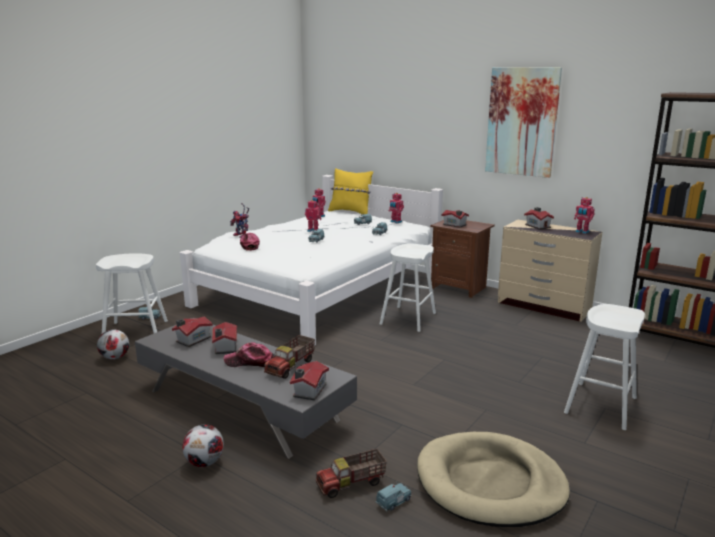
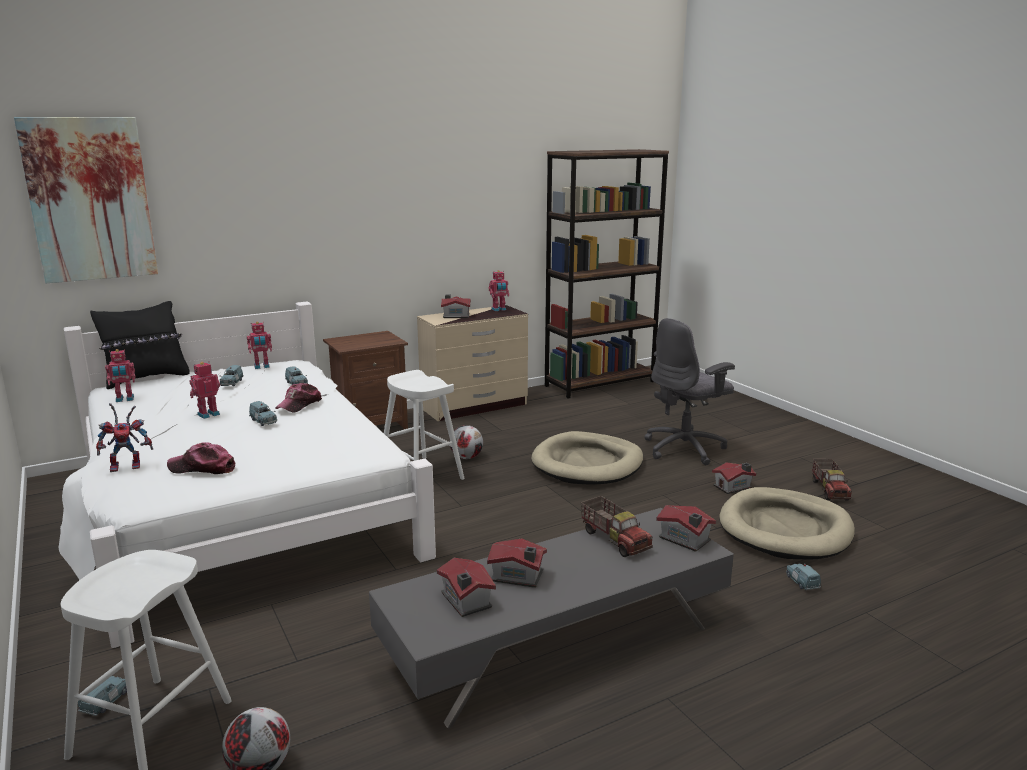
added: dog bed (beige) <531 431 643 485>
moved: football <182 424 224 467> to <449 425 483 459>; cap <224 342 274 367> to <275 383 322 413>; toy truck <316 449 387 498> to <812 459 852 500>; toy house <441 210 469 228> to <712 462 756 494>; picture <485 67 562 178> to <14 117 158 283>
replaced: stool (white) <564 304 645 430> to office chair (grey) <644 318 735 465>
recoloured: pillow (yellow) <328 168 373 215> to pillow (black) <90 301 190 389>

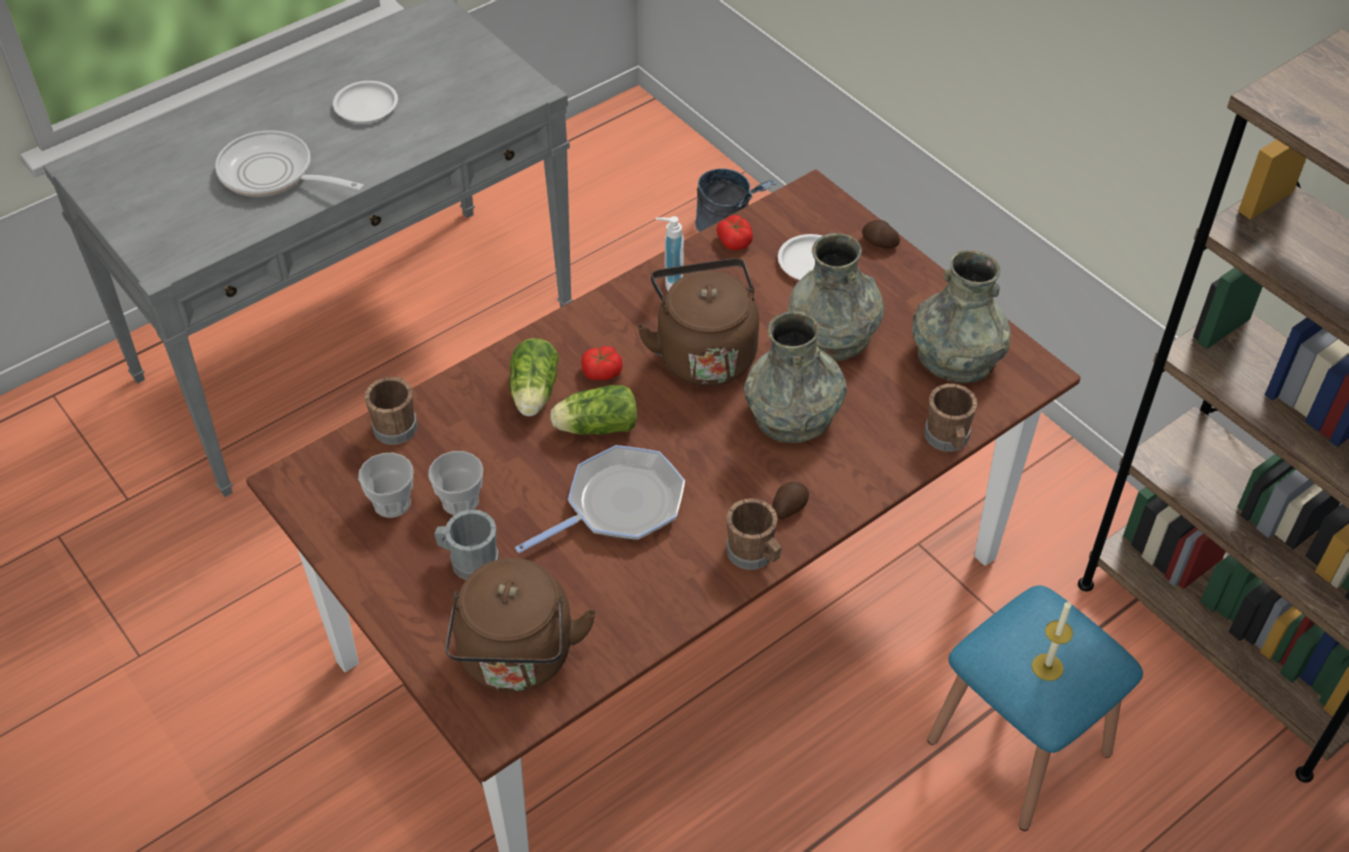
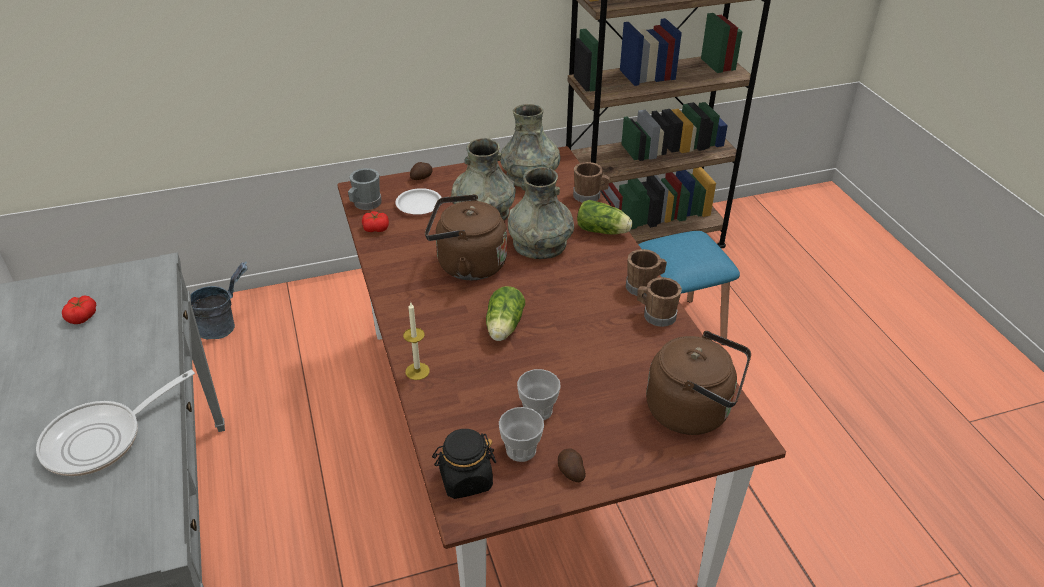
removed: plate (white) <333 81 398 122>; frying pan <515 445 685 553>; soap dispenser <656 216 684 291>
added: jar (black) <432 429 496 499>
moved: mug (brown) <365 377 417 445> to <637 277 682 327>; mug (grey) <434 510 499 580> to <348 168 382 210>; lettuce <510 338 559 416> to <577 200 632 234>; tomato <581 346 623 380> to <62 296 96 324>; potato <772 482 809 519> to <558 448 586 482>; candle <1032 600 1073 681> to <403 303 430 380>

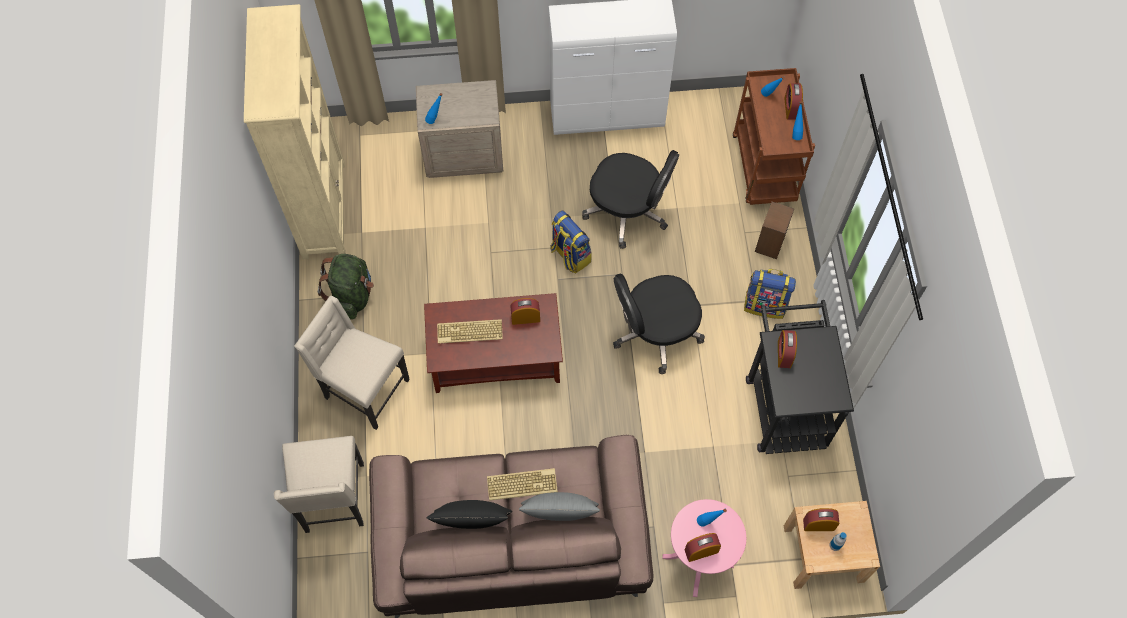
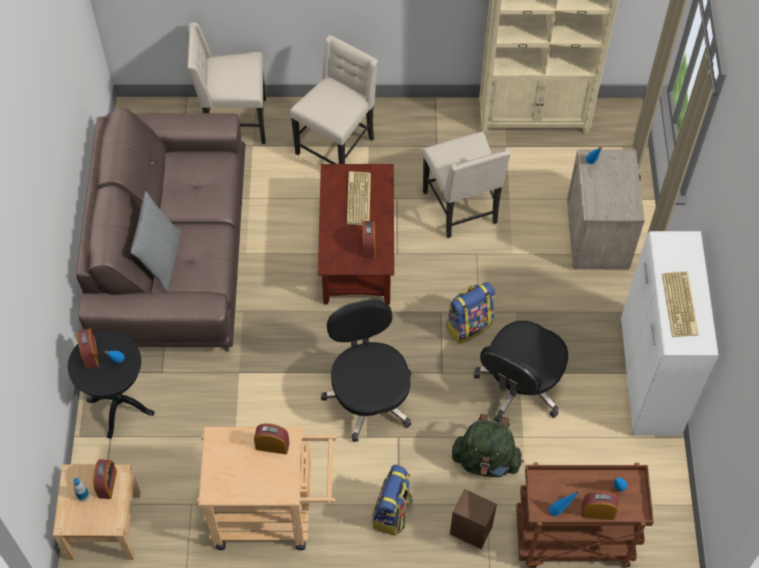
removed: pillow (black) <427 500 512 529>
added: chair (beige) <423 131 511 238>
moved: backpack (green) <318 254 374 320> to <452 414 524 477>; keyboard <487 468 558 501> to <662 271 699 337>
recoloured: side table (pink) <662 499 746 597> to side table (black) <68 331 155 439>; cart (black) <746 300 854 454> to cart (beige) <197 427 336 550>

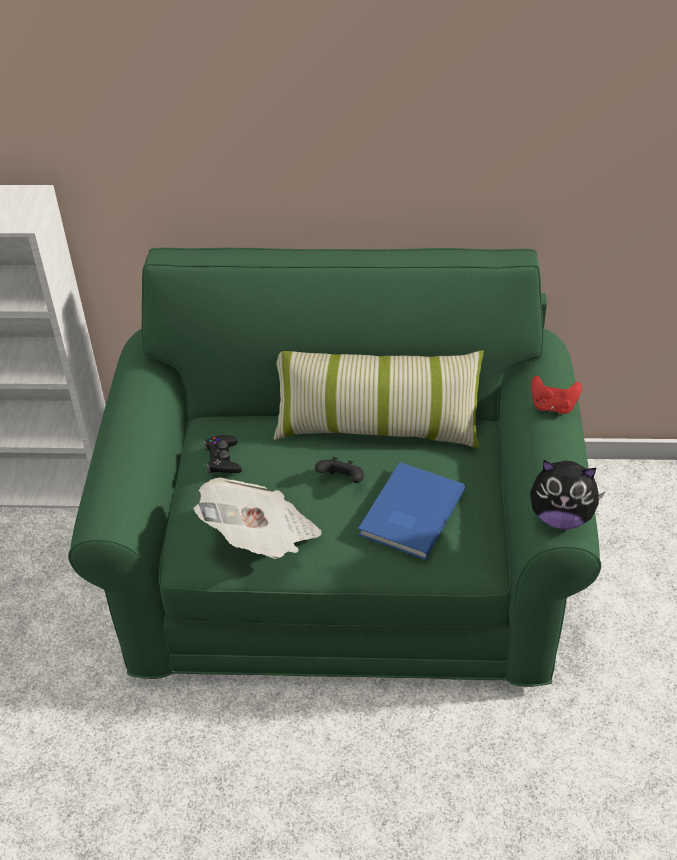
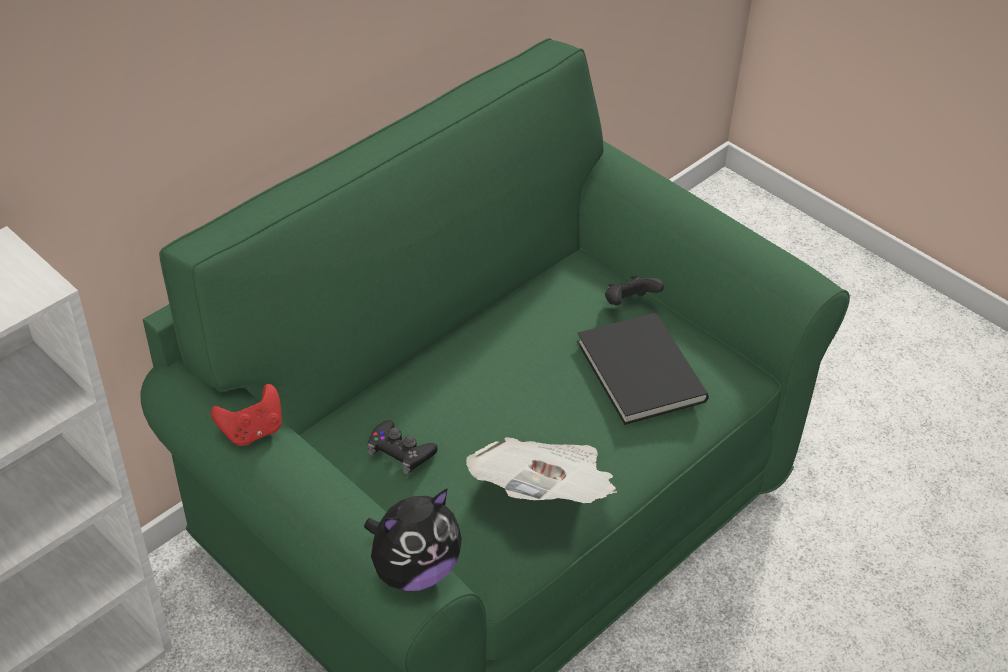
removed: pillow <274 350 484 449>
moved: game controller (black) <315 457 364 483> to <605 275 664 305>; plush toy <530 460 605 529> to <364 488 462 591>; game controller (red) <531 376 582 414> to <211 384 282 446>
recoloured: book (blue) <358 462 465 560> to book (black) <577 313 709 425>

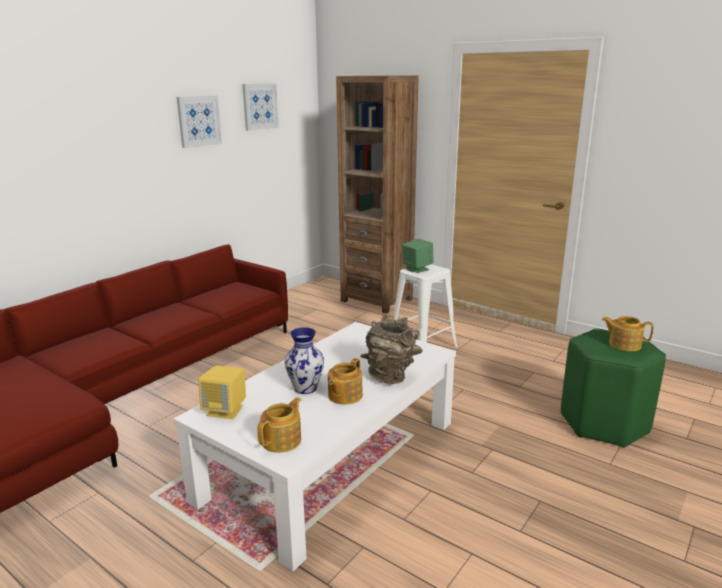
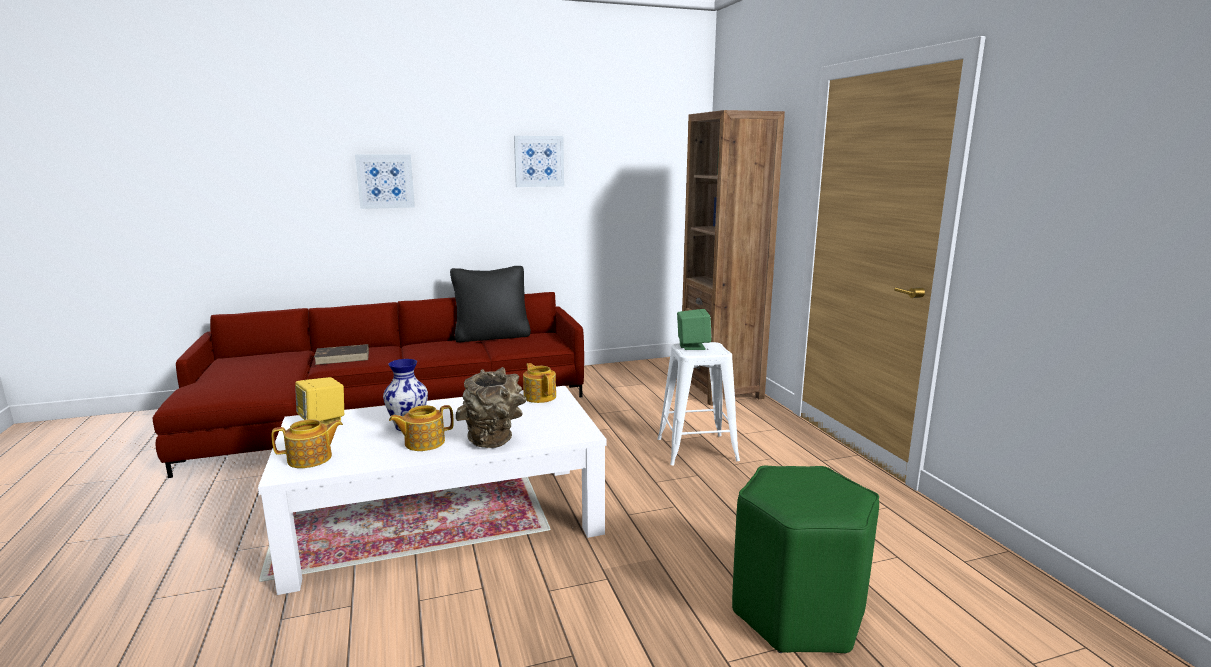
added: book (brown) <314 344 369 365>; pillow (black) <450 266 531 342>
moved: picture <242 83 279 131> to <355 154 415 209>; teapot <602 316 654 351> to <523 363 556 403>

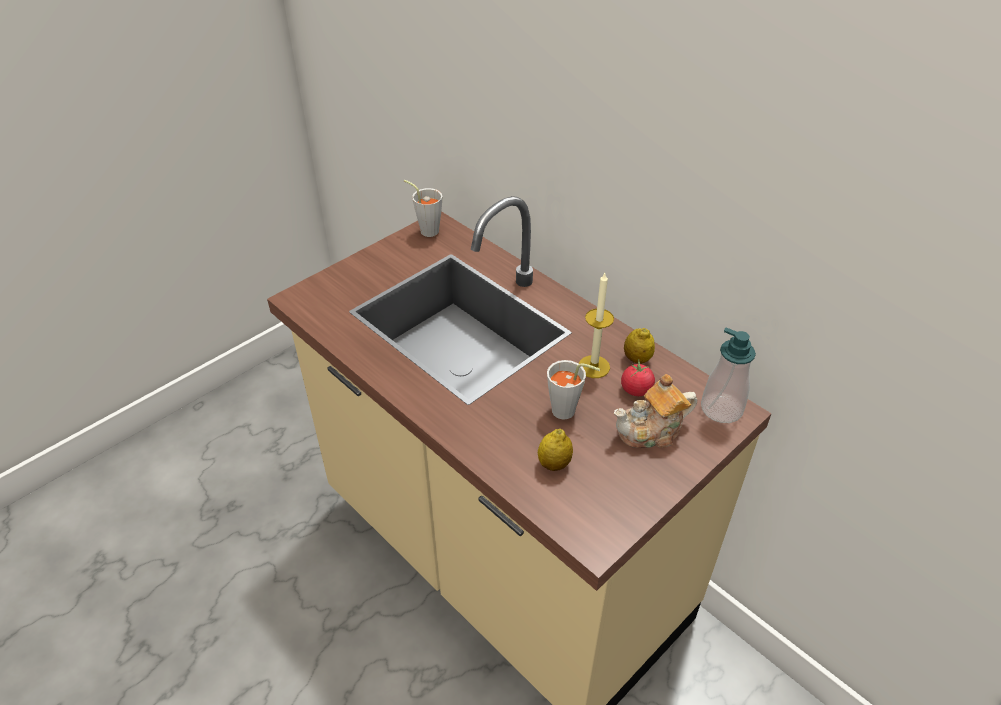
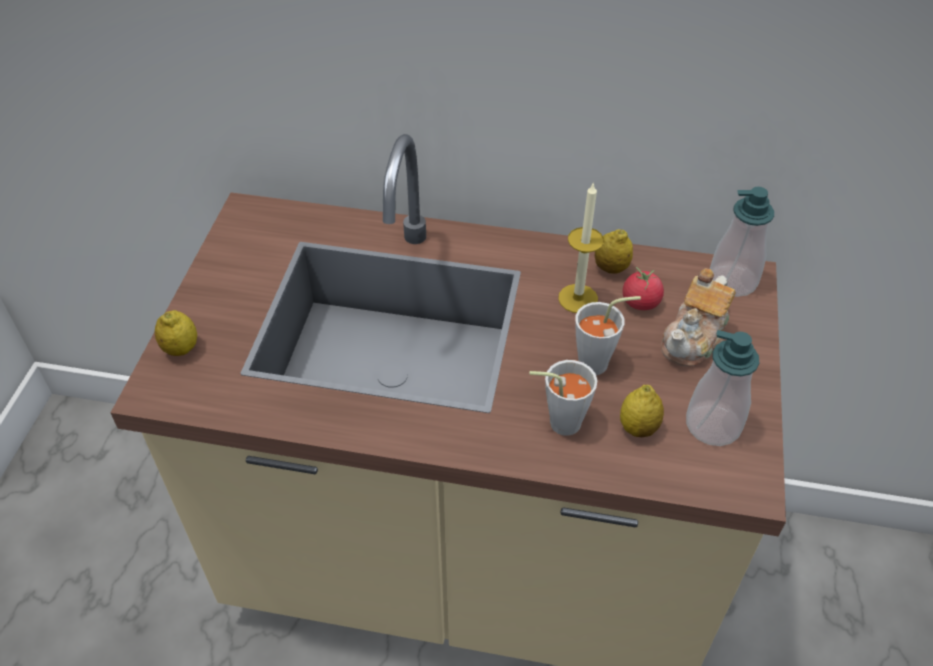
added: lemon <155 310 197 356>; soap dispenser <686 330 760 446>
moved: cup (grey) <404 180 443 237> to <530 360 598 436>

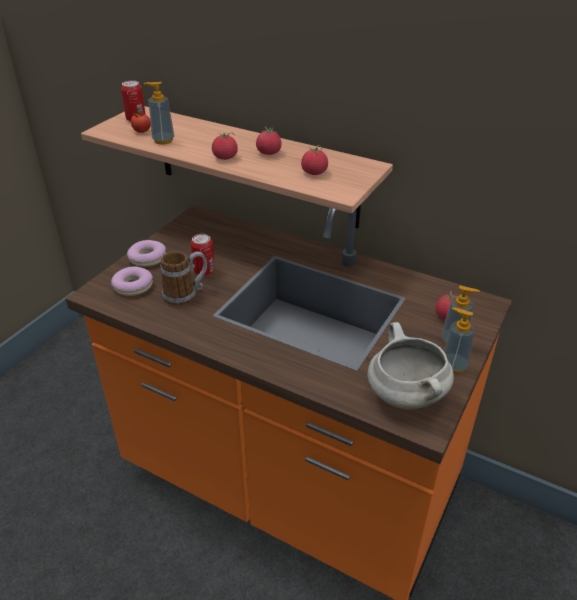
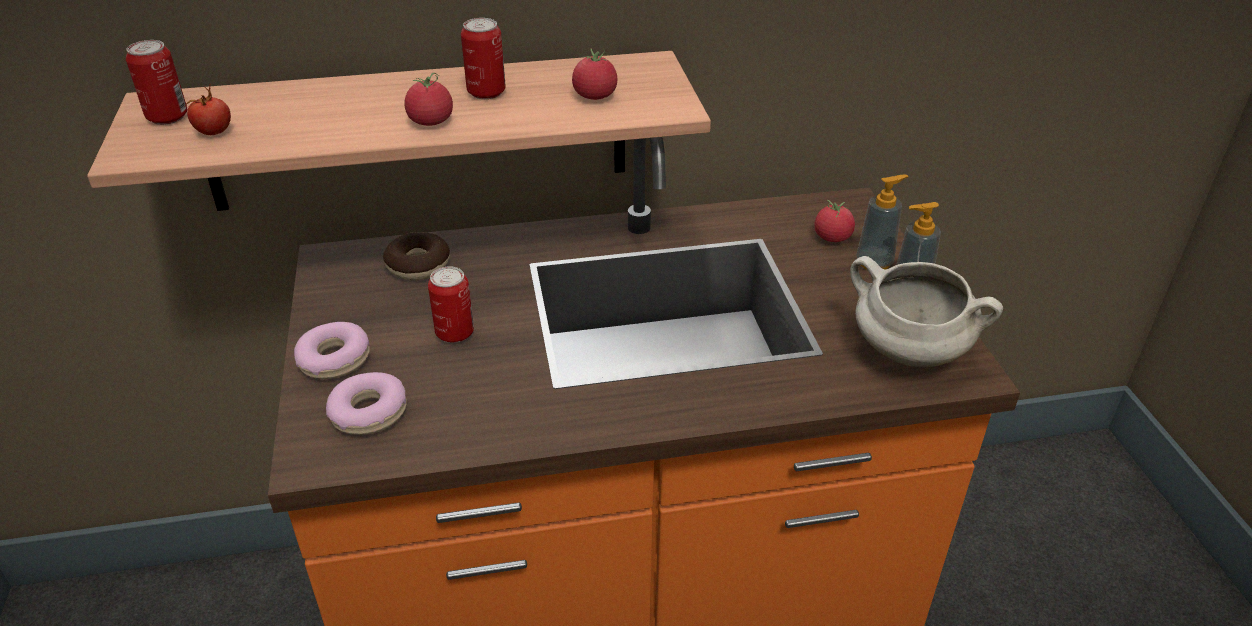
removed: soap dispenser <144 82 174 145>; mug <161 251 207 306>
added: donut <383 232 450 280>
replaced: tomato <256 126 281 155> to can <461 18 506 99>

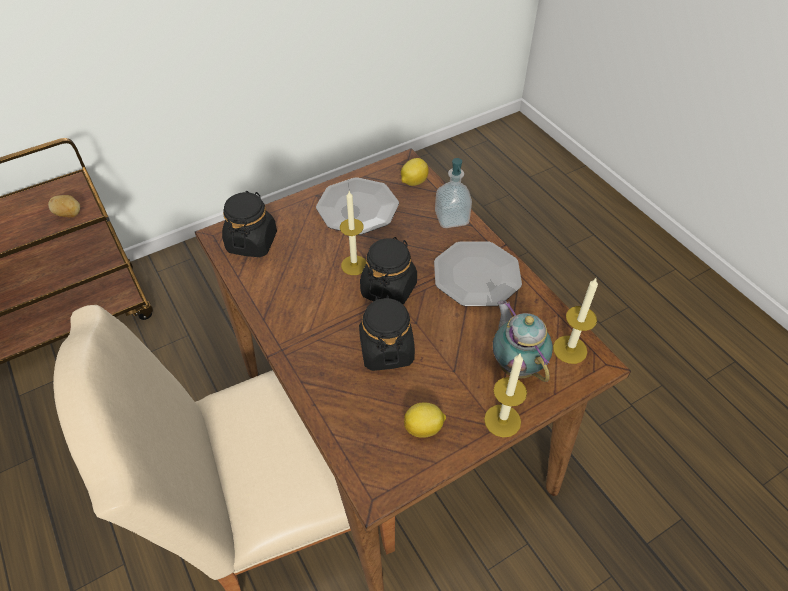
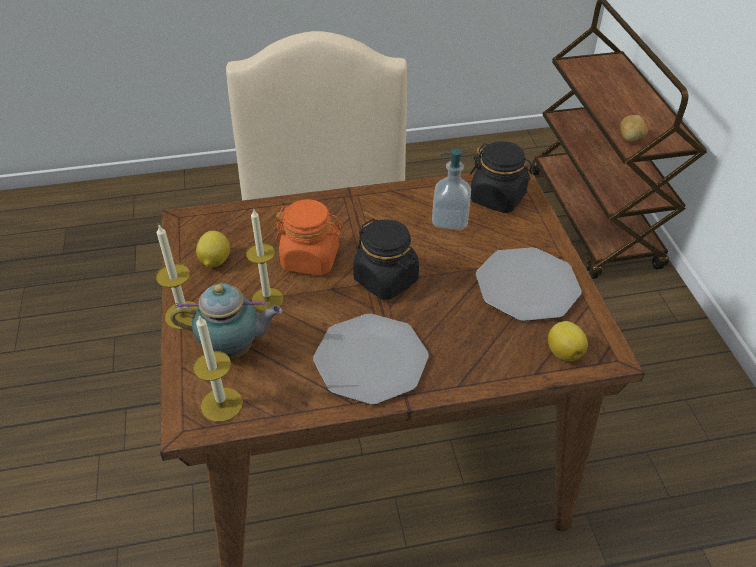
moved: candle <340 191 366 275> to <246 209 283 311>; soap dispenser <435 158 472 228> to <432 148 471 230>
recoloured: jar (black) <359 295 415 371> to jar (orange) <275 199 343 275>

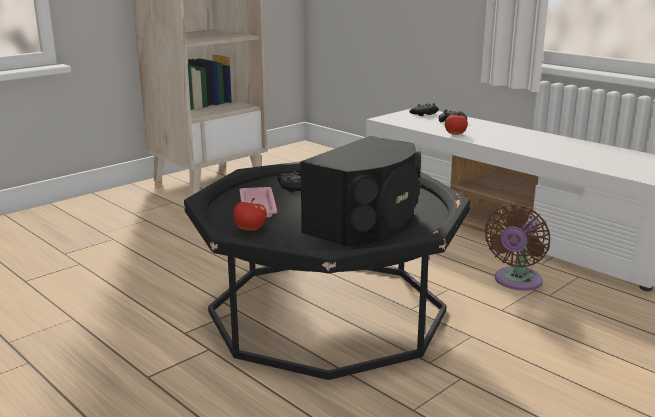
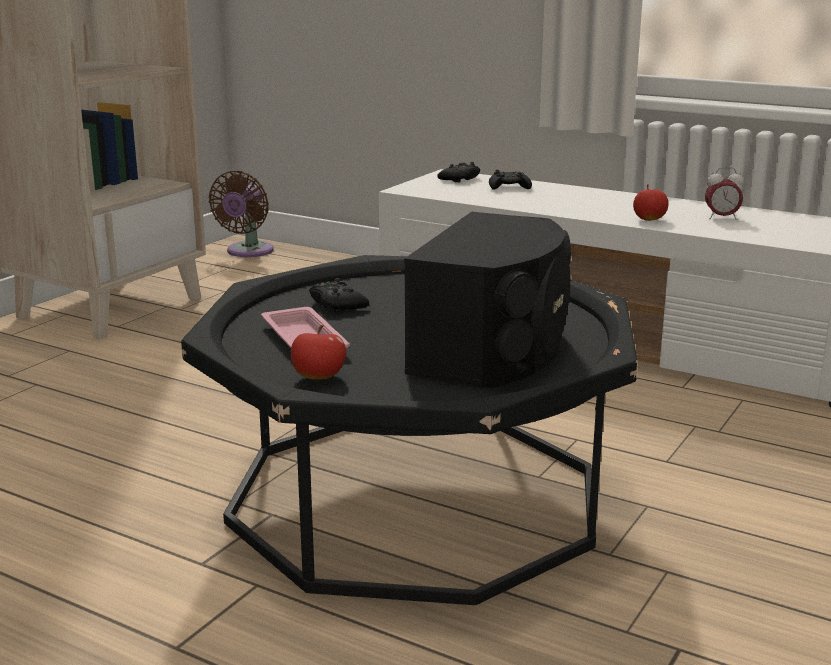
added: alarm clock <705 167 744 220>
moved: apple <445 112 468 135> to <633 184 669 221>; fan (brown) <485 204 550 290> to <209 171 274 257>

